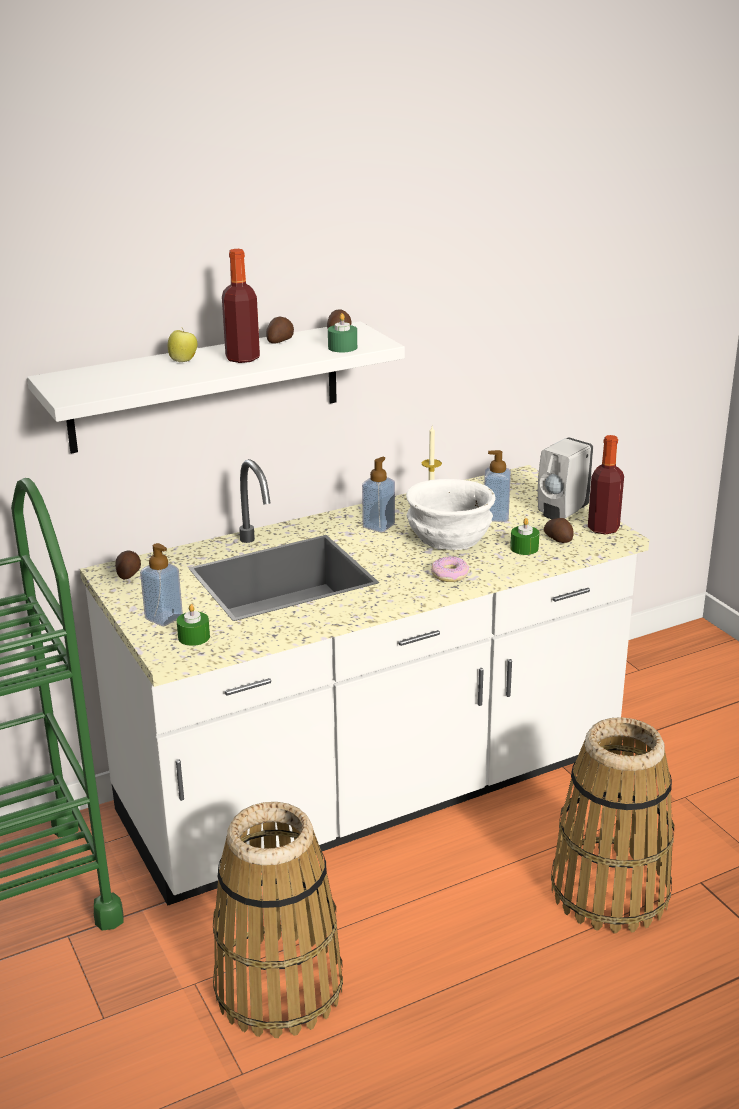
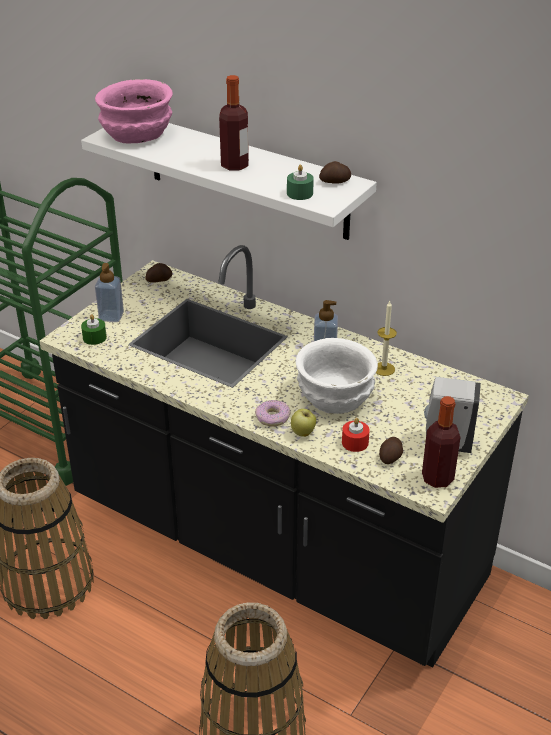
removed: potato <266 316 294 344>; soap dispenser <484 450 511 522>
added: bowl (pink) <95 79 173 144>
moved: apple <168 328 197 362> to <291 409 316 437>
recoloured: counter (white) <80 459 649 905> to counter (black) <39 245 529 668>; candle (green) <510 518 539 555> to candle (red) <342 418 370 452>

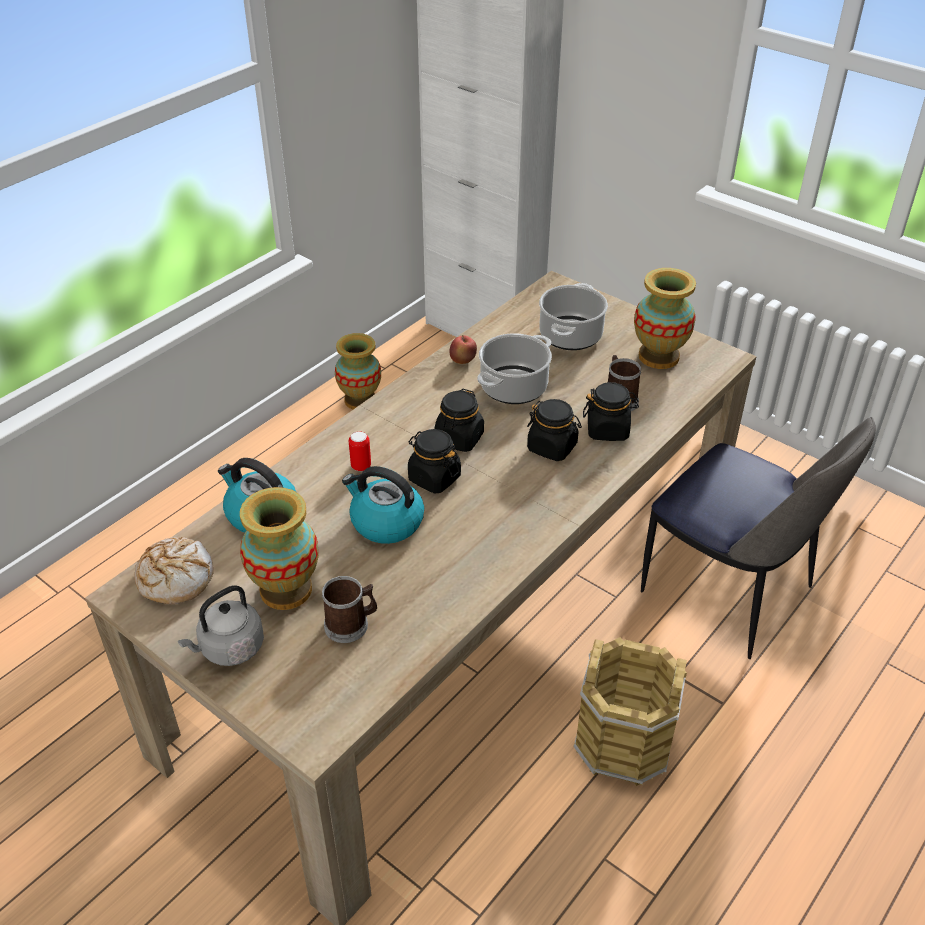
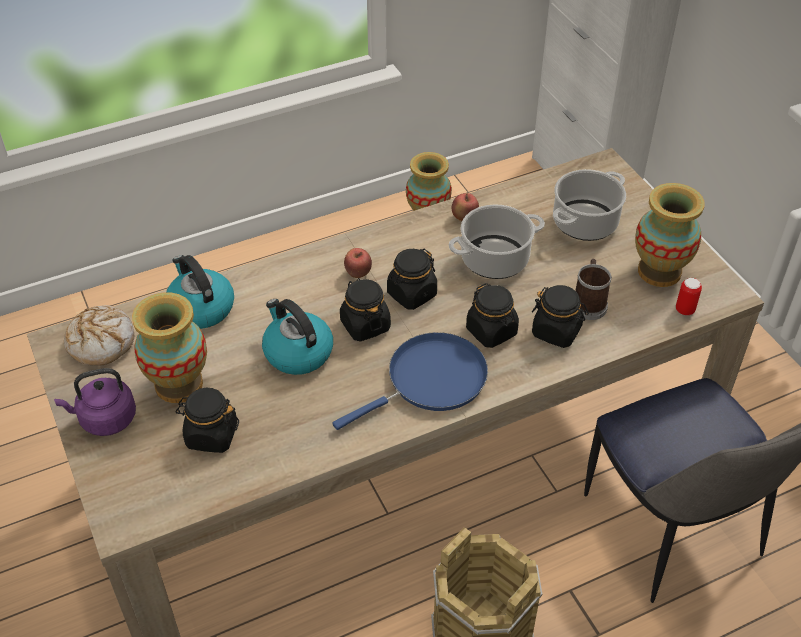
added: frying pan (blue) <332 332 488 430>; apple <344 248 372 278>
moved: can <349 431 371 471> to <676 278 702 316>
replaced: mug <322 576 377 643> to jar (black) <175 388 239 453>
recoloured: kettle (grey) <178 585 264 666> to kettle (purple) <54 368 136 436>

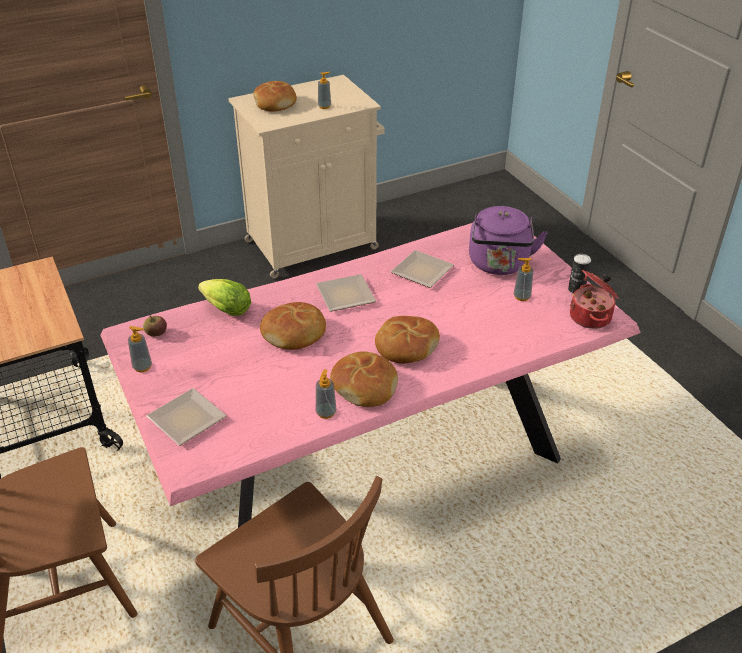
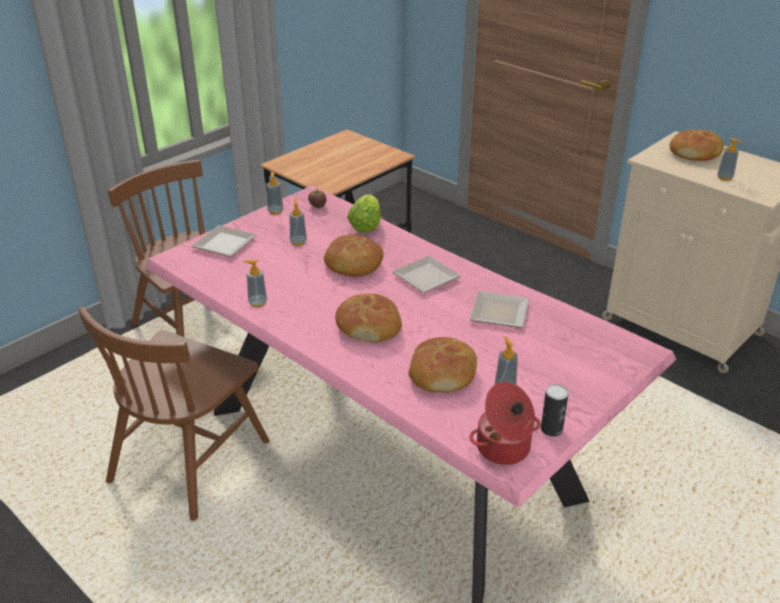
removed: kettle (purple) <469 206 547 275>
added: soap dispenser <289 199 307 246>
moved: bread <330 351 398 407> to <408 337 477 393>

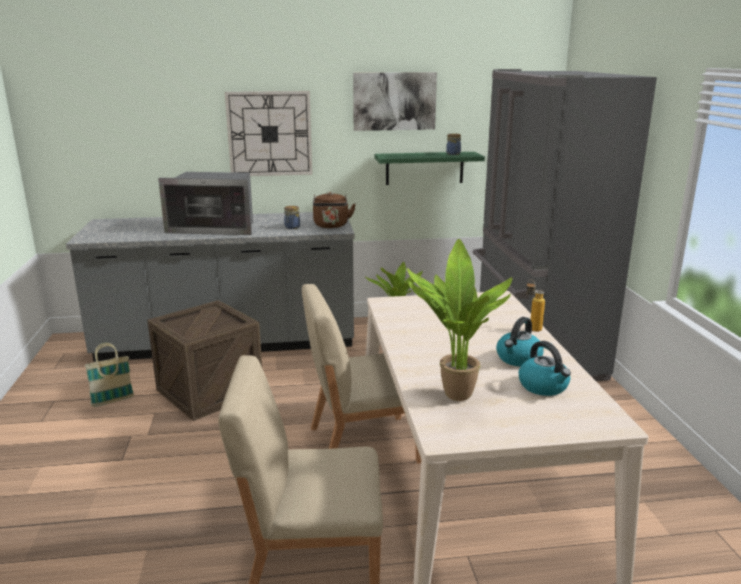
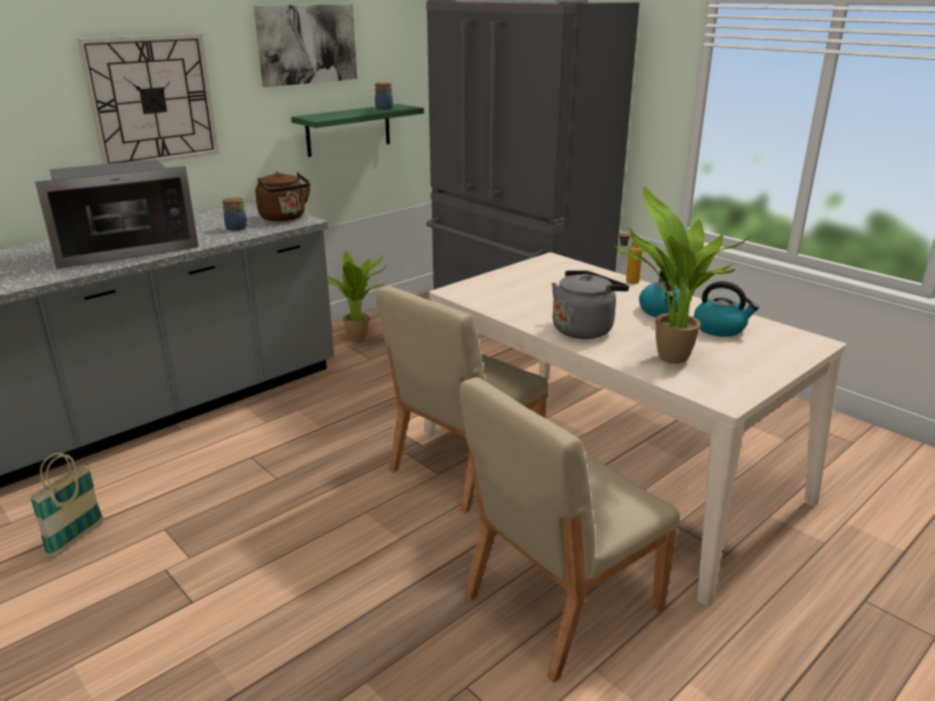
removed: crate <147 300 262 421>
added: kettle (grey) <552 270 629 339>

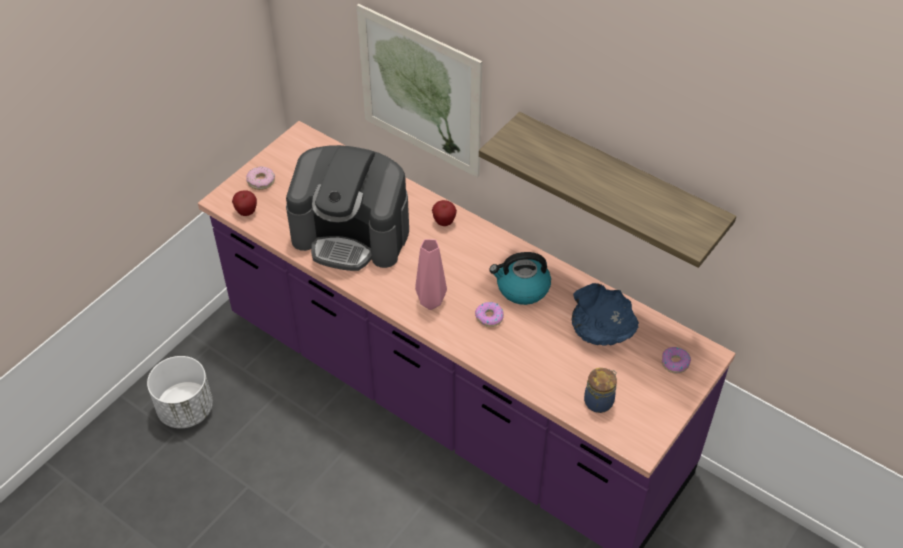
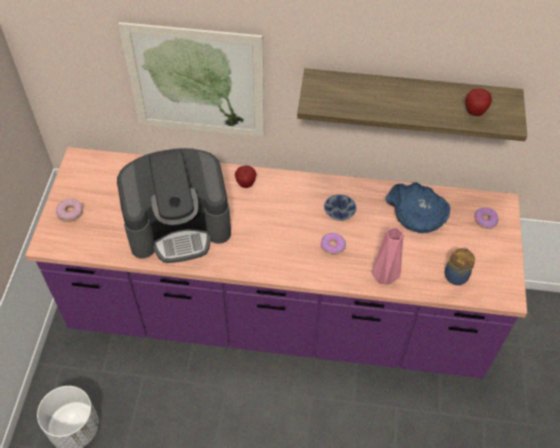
moved: apple <232 190 257 216> to <465 88 492 116>; vase (pink) <415 239 447 310> to <371 227 404 285>
replaced: kettle <489 252 551 305> to bowl <324 195 356 221>

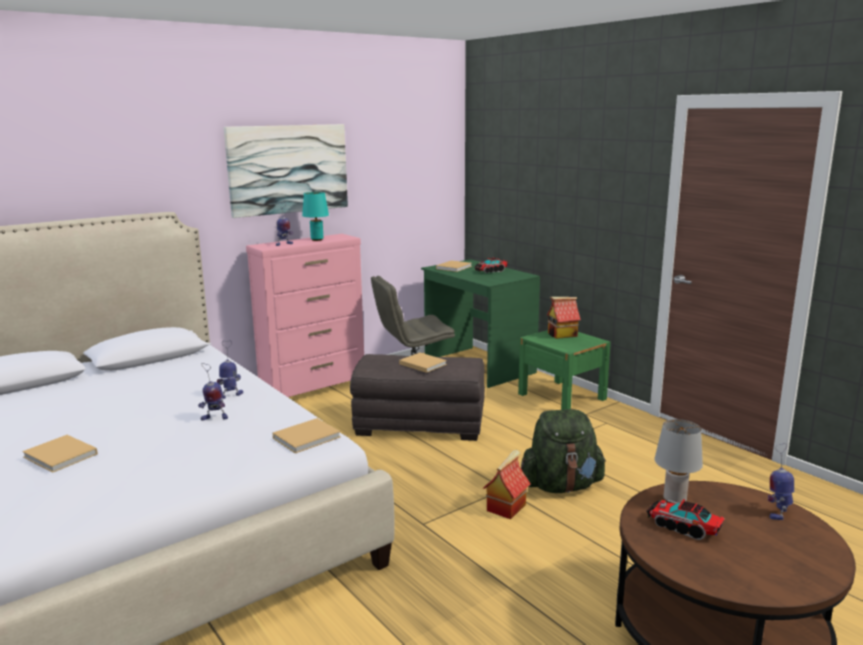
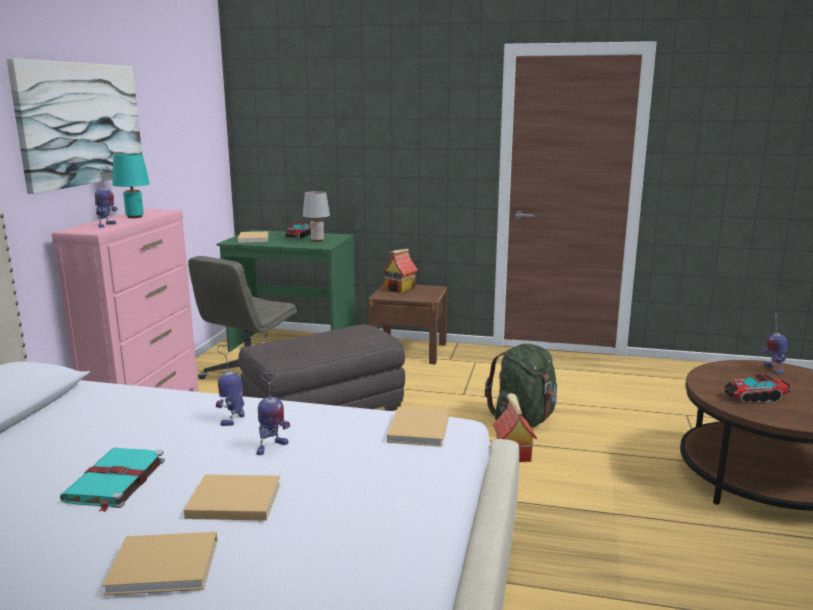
added: book (turquoise) <60 448 165 512>
moved: book (beige) <399 353 447 373> to <184 475 281 521>; table lamp (grey) <655 419 703 503> to <303 191 330 242>
recoloured: nightstand (green) <518 330 611 410> to nightstand (brown) <369 283 447 364>

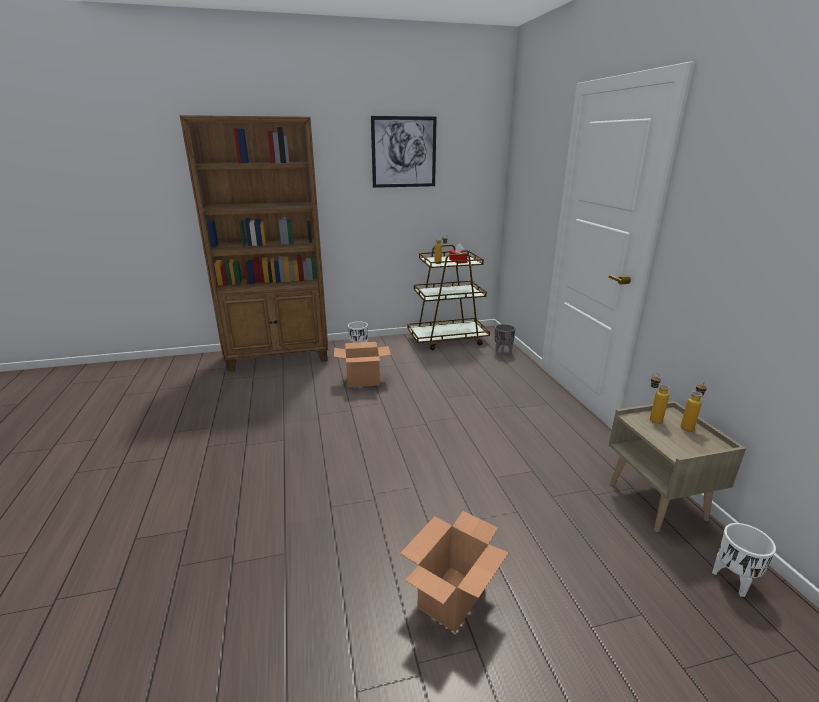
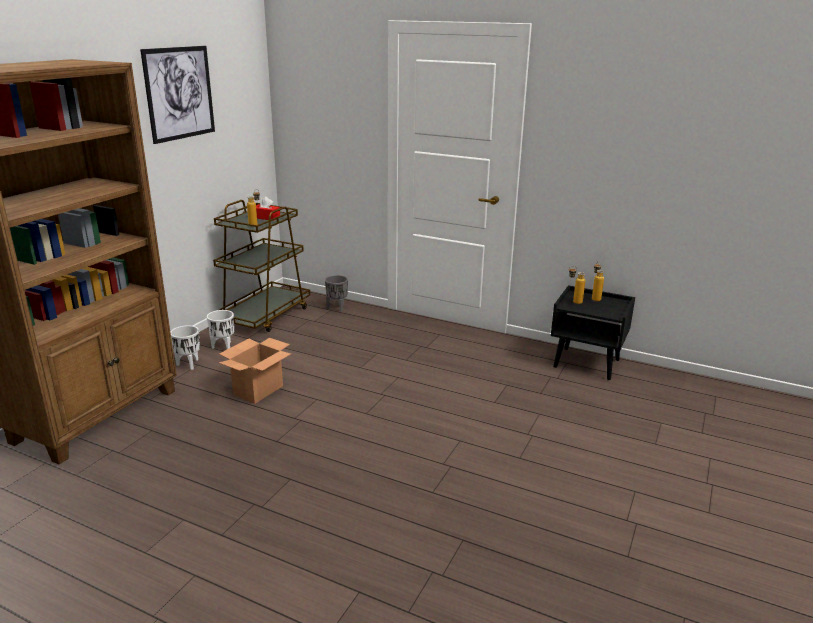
removed: cardboard box <400 511 509 632>
moved: planter (white) <712 523 776 597> to <207 310 235 349>
recoloured: nightstand (beige) <609 401 746 532> to nightstand (black) <551 285 635 380>

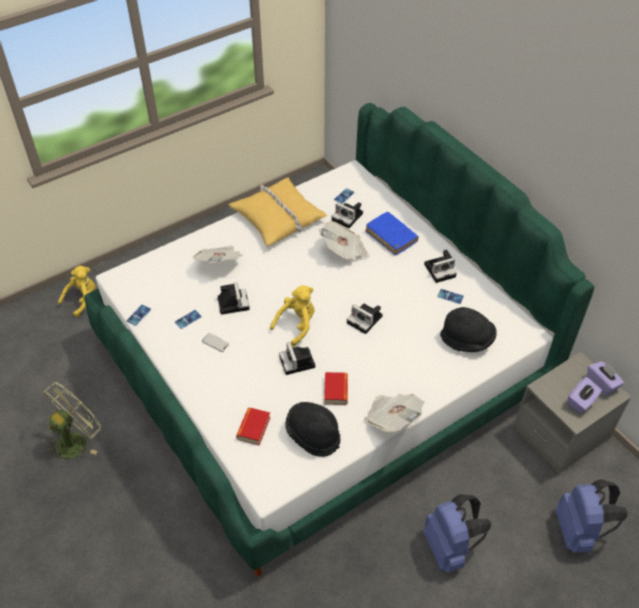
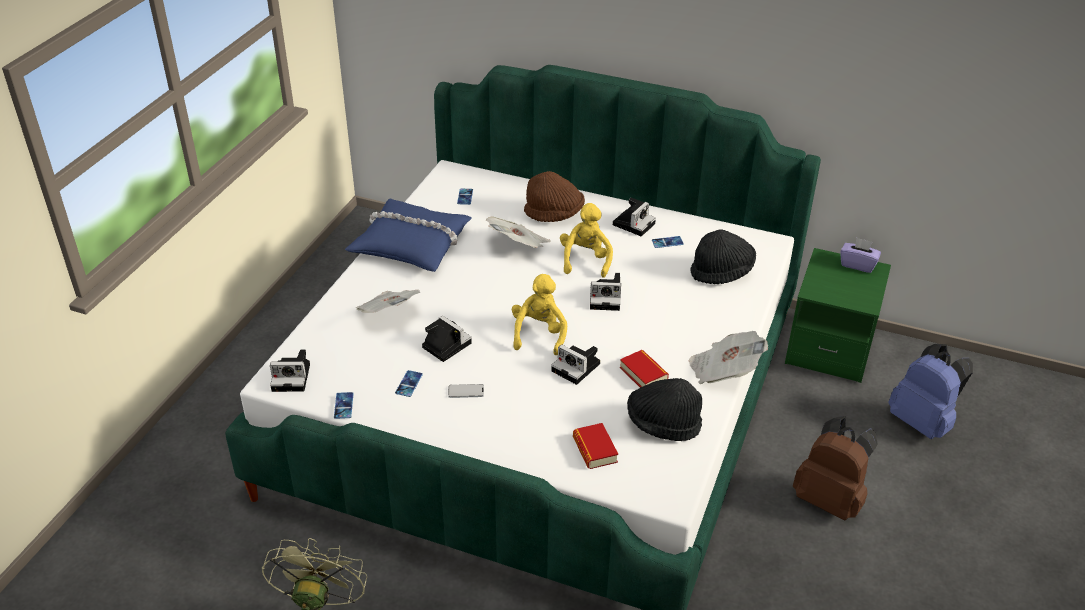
removed: tissue box (purple) <568 377 602 414>
moved: plush toy (yellow) <58 266 95 317> to <560 203 613 278>; photo camera <332 202 363 228> to <270 349 310 392>
replaced: book (blue) <365 212 419 256> to hat (brown) <524 171 585 222>
recoloured: pillow (yellow) <228 178 327 247> to pillow (blue) <345 198 472 272>; backpack (blue) <423 494 491 573> to backpack (brown) <793 416 878 520>; nightstand (grey) <513 352 631 474> to nightstand (green) <785 248 891 383>

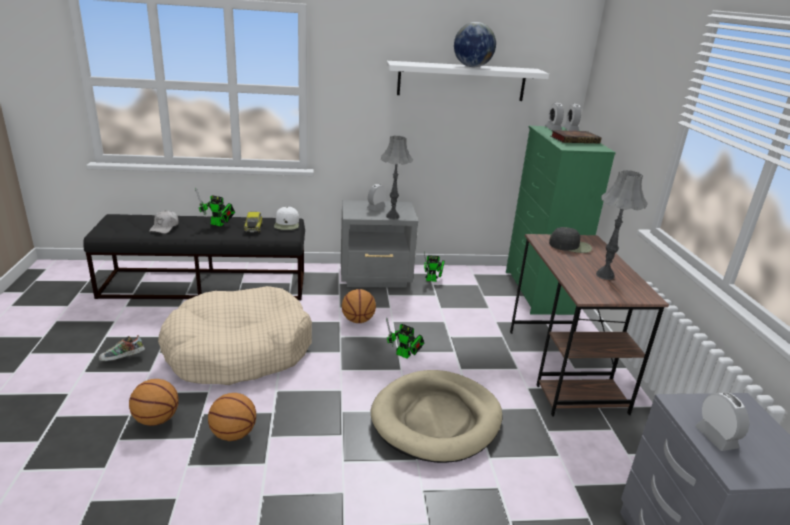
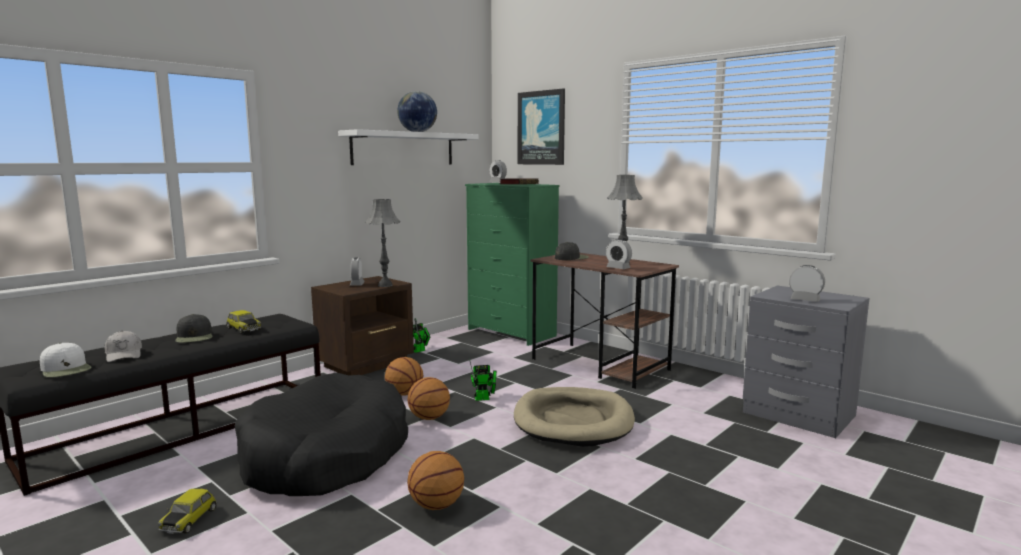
added: picture <518 88 565 165>
moved: basketball <129 379 179 426> to <407 377 450 420>; cap (white) <274 207 299 230> to <40 343 92 377>; alarm clock <545 103 564 130> to <606 239 632 269>
replaced: shoe <99 335 145 361> to toy car <158 488 217 534>; toy robot <195 187 235 226> to cap (black) <175 314 213 343>
recoloured: dog bed (beige) <158 286 312 385> to dog bed (black) <235 372 408 496>; nightstand (grey) <341 200 418 288> to nightstand (brown) <311 276 414 375>

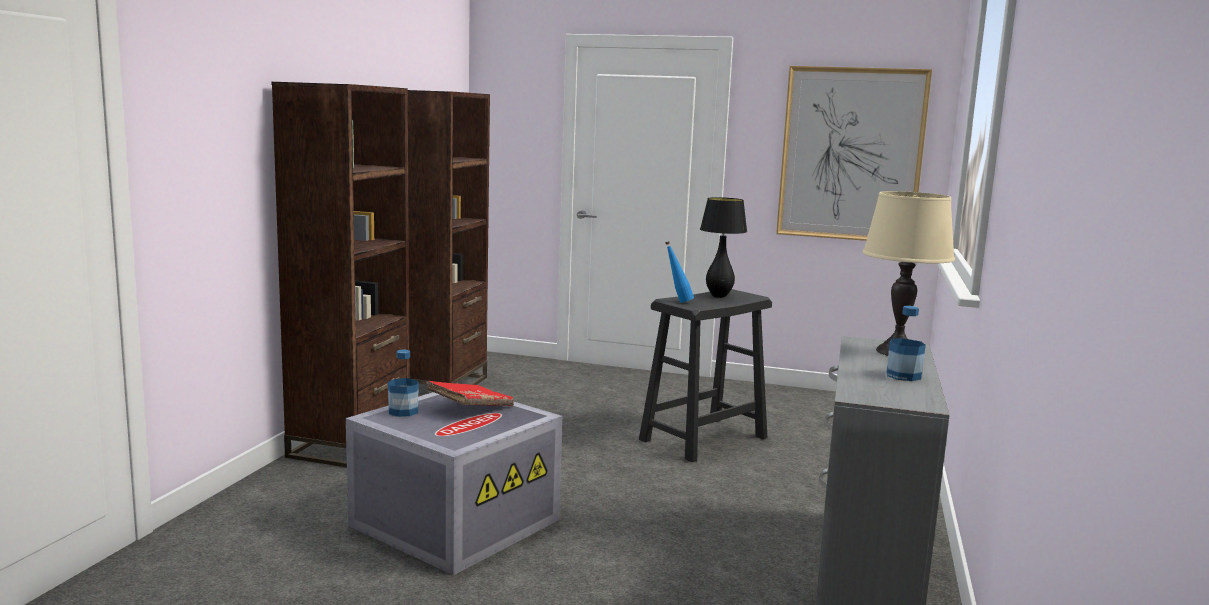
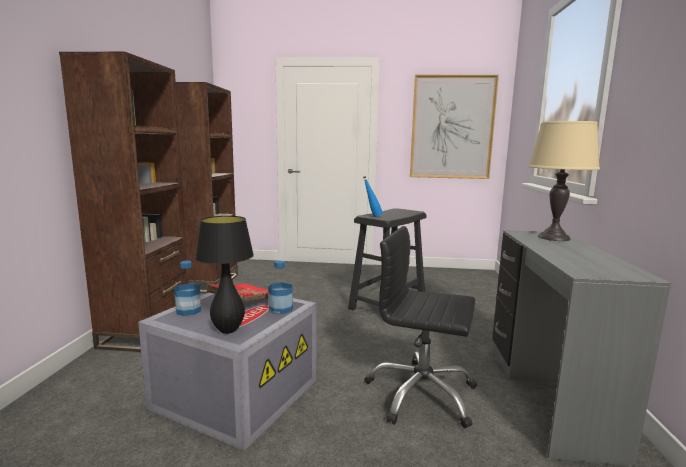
added: office chair (black) <365 226 477 428>
moved: table lamp (black) <700 197 747 298> to <195 216 254 334>; bottle <886 305 926 381> to <268 260 293 314>

